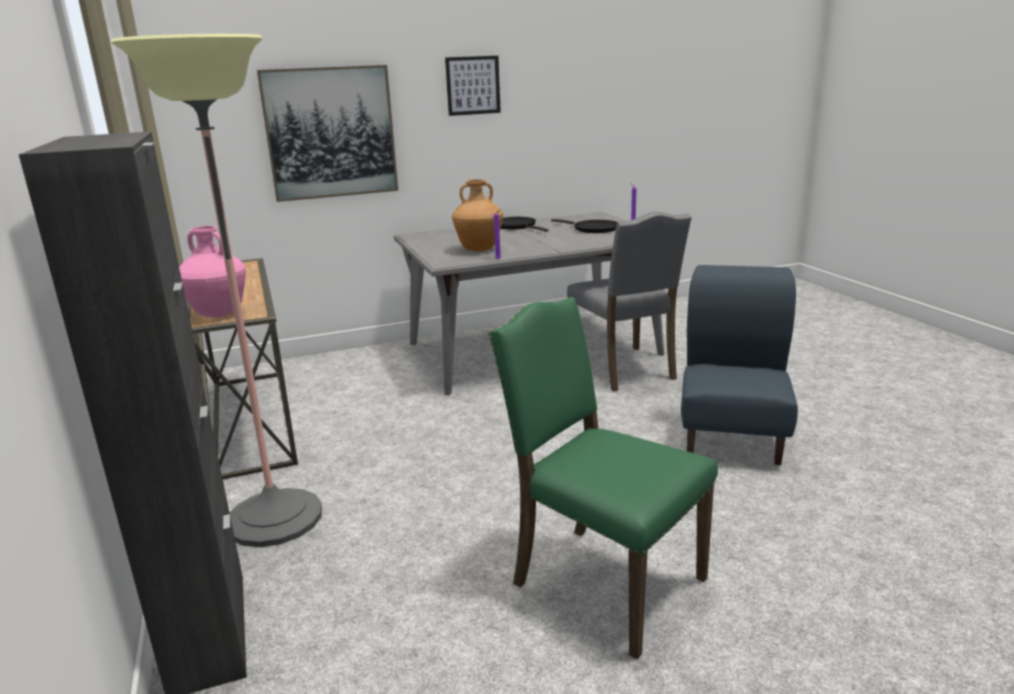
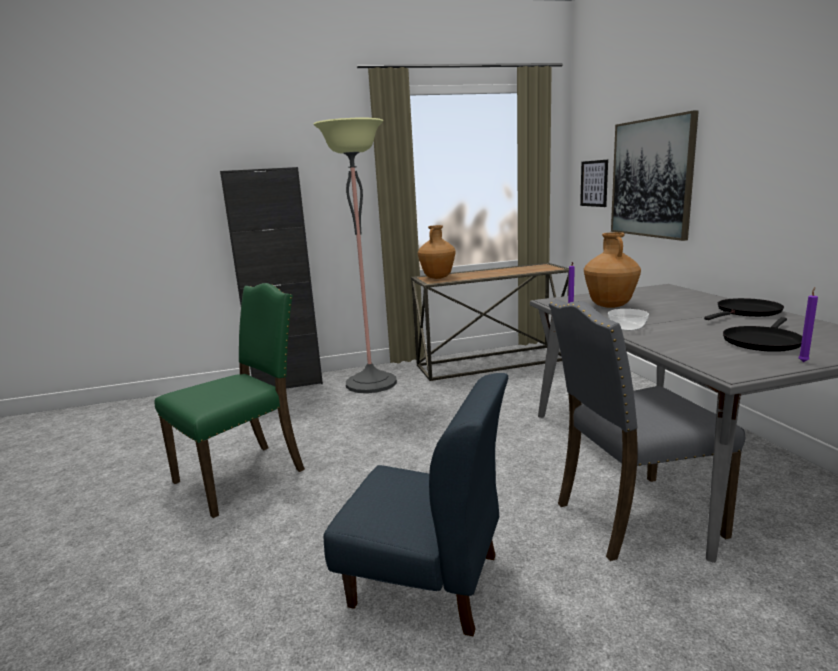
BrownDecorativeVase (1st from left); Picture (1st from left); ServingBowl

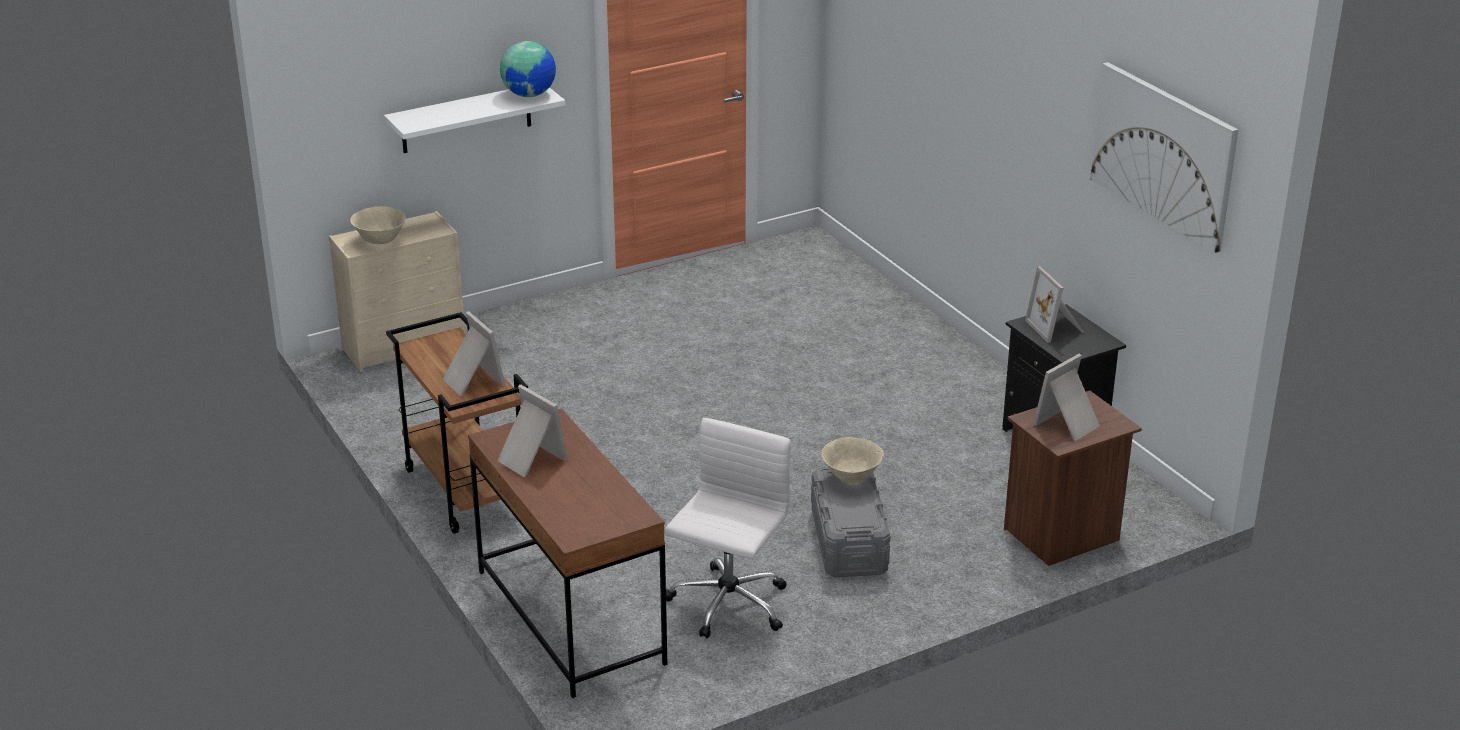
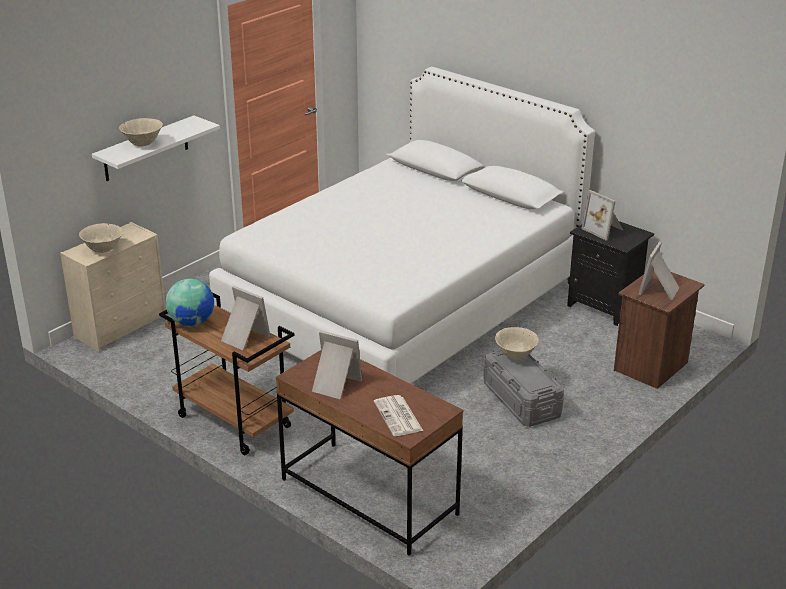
Globe; WhitishOfficeChair; Picture; SandColouredServingBowl (2nd from left); WhitishSleepingBed; Newspaper

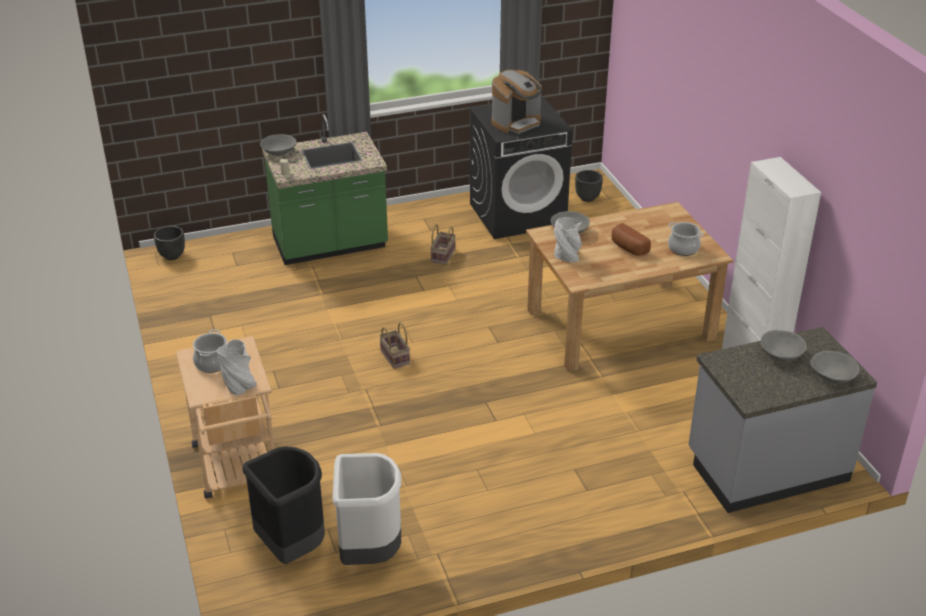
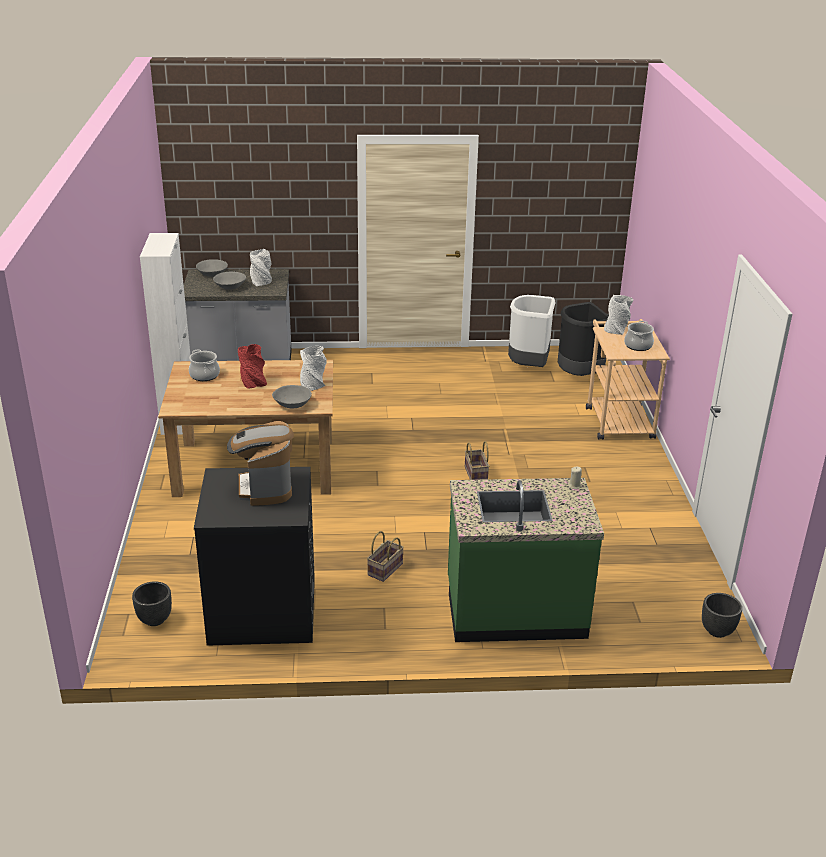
GreyServingBowl (1st from left in the first image); CoffeeMaker; ReddishDecorativeVase; GreyDecorativeVase (1st from left)

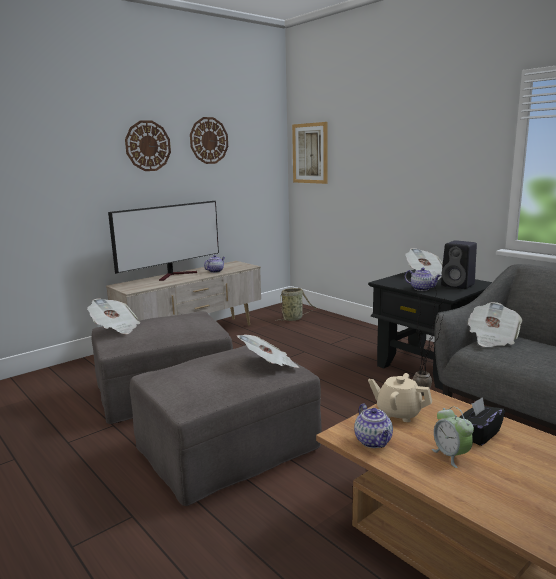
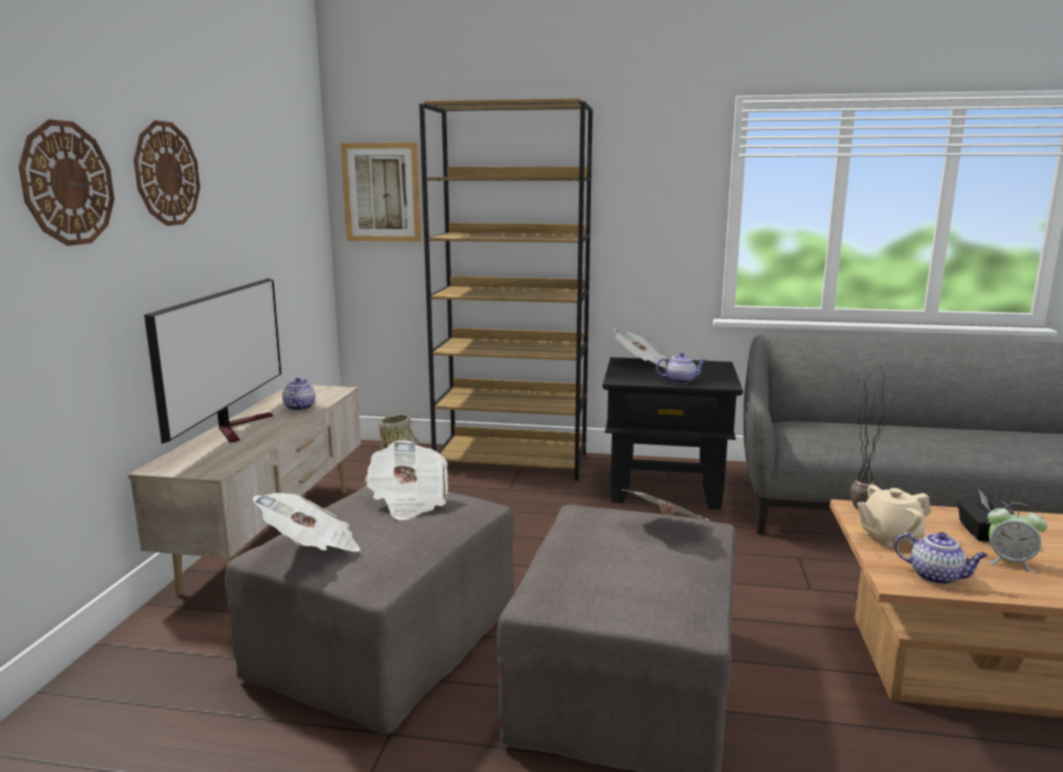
ClockOnTheWall (1st from left); BlackLoudspeaker; Newspaper (2nd from left); BrownBookshelf

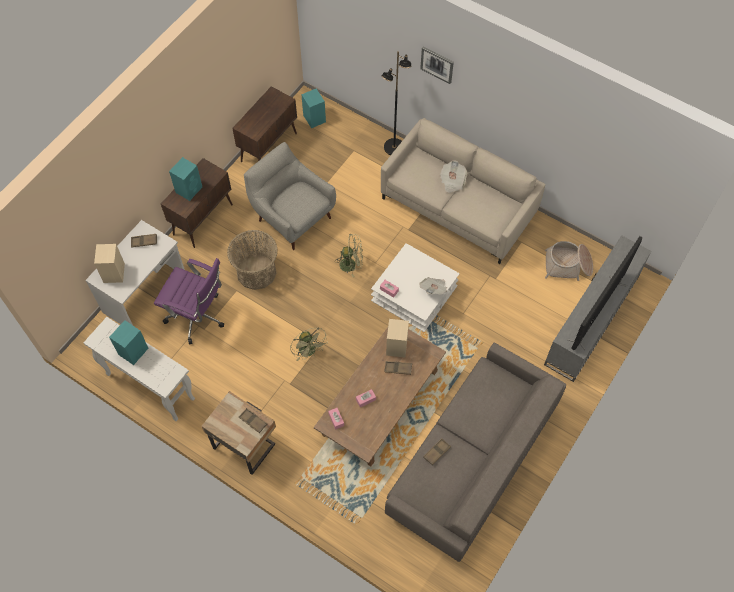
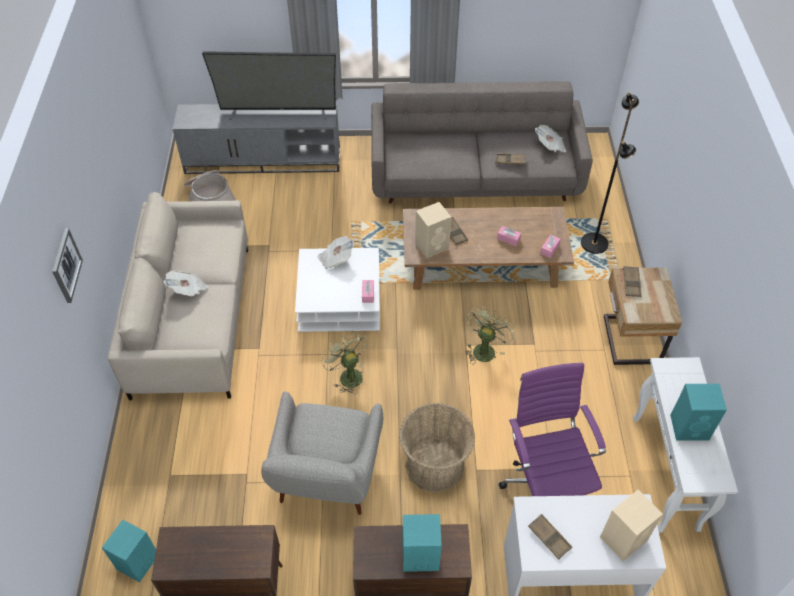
BlackFloorLamp; Newspaper (3rd from left)

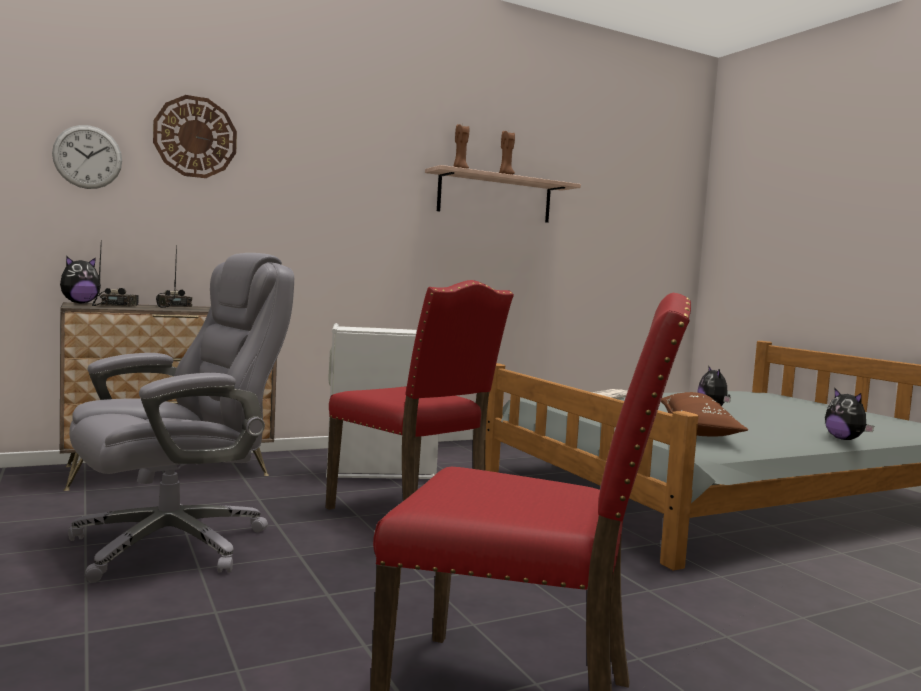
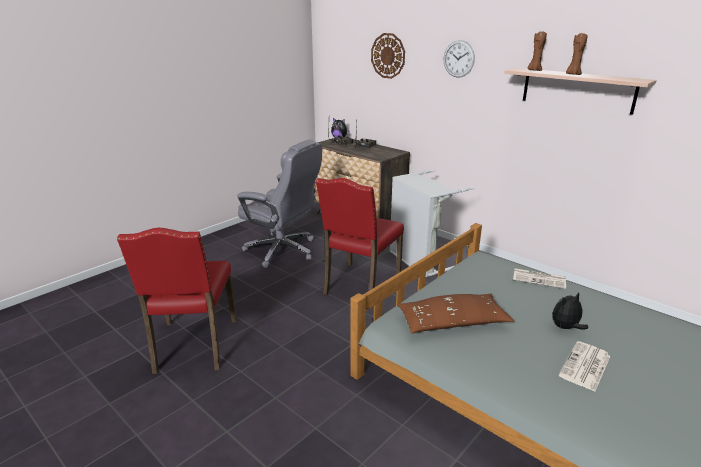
ClockOnTheWall (2nd from left); SoftToy (3rd from left in the first image); Newspaper (2nd from left)

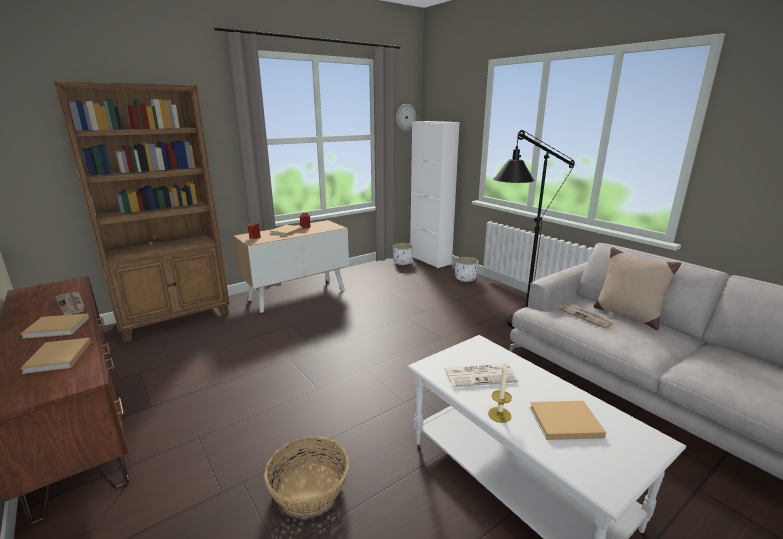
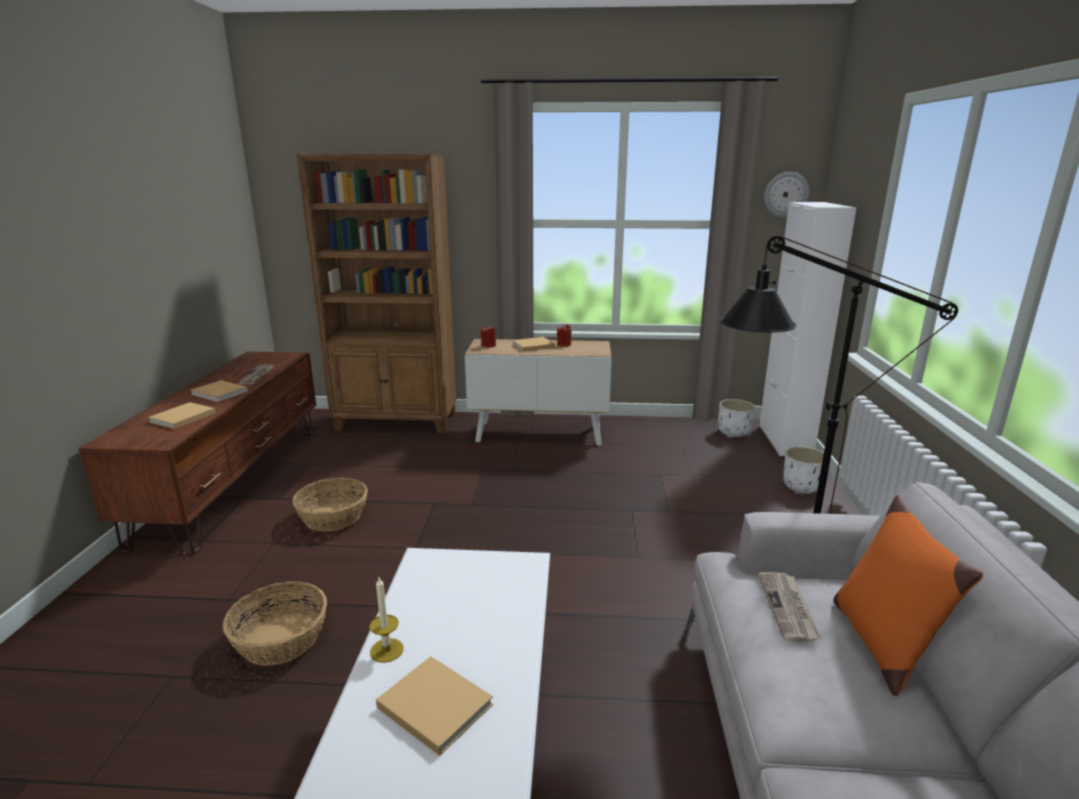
Newspaper (2nd from left in the first image); OrangeColouredPillow; HouseholdBasket (2nd from left)

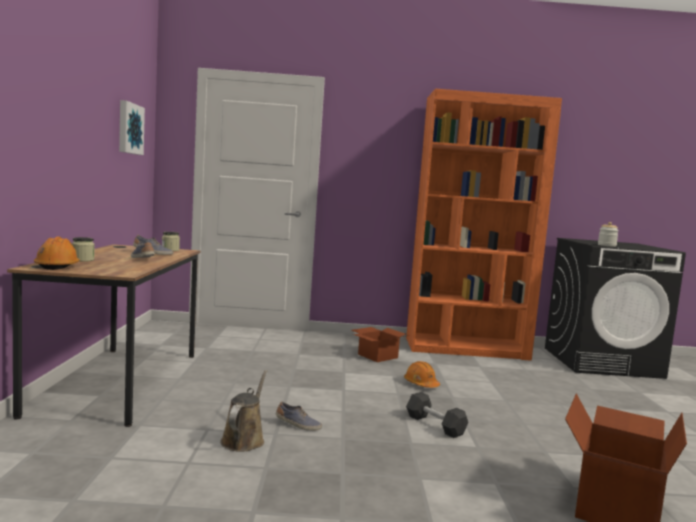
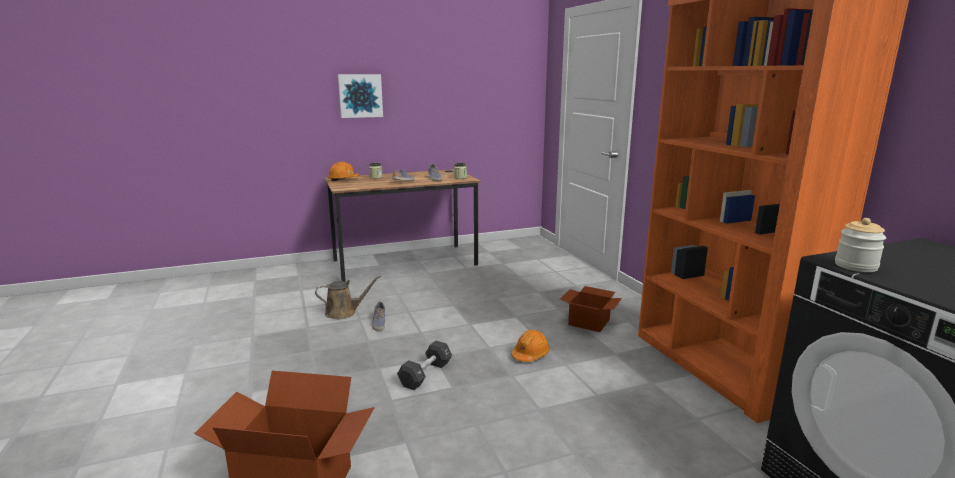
Picture

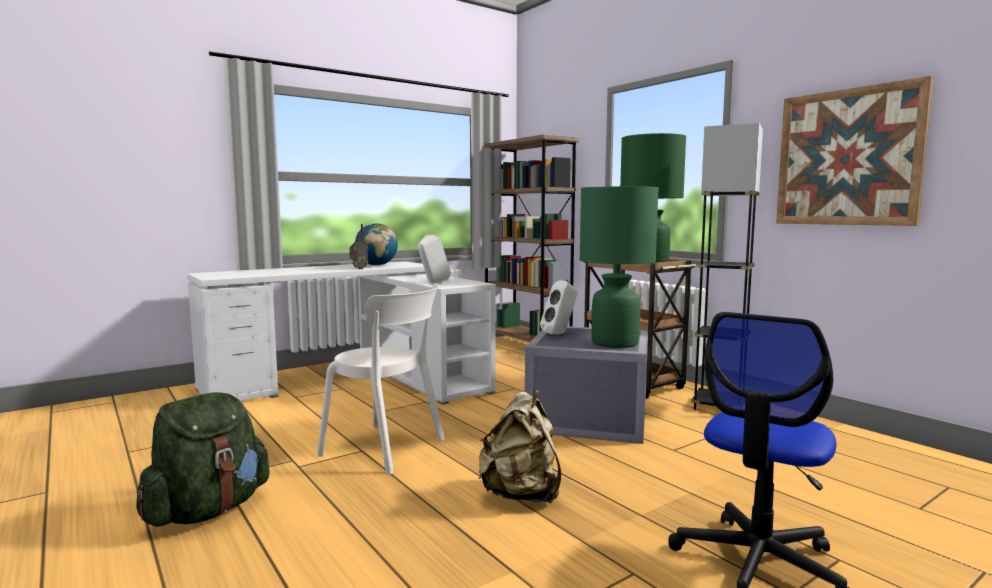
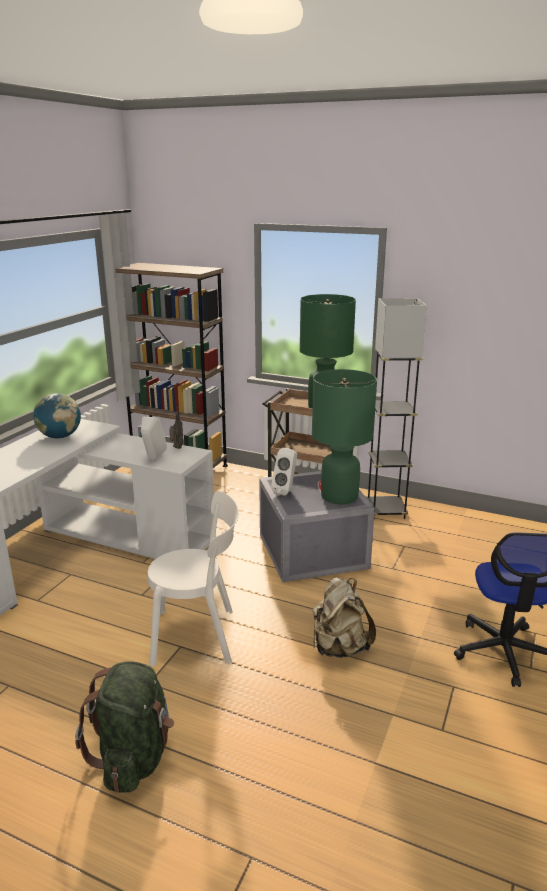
RadioSet; Picture

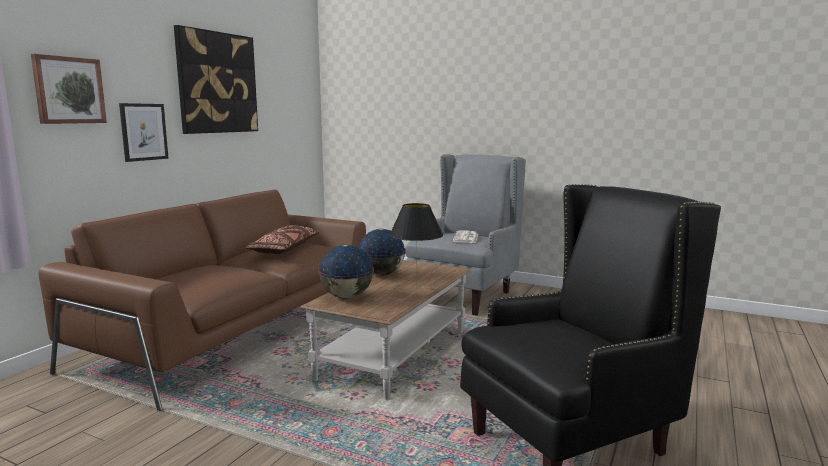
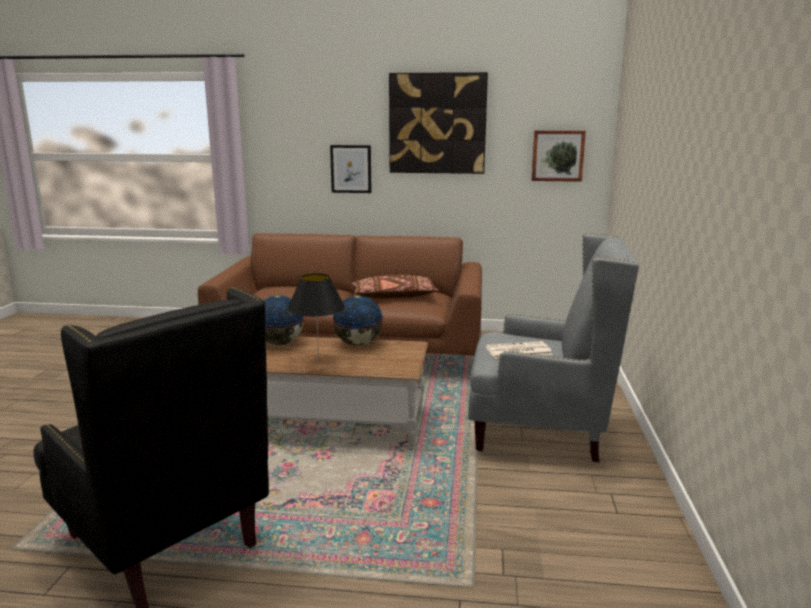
Picture (3rd from left)

